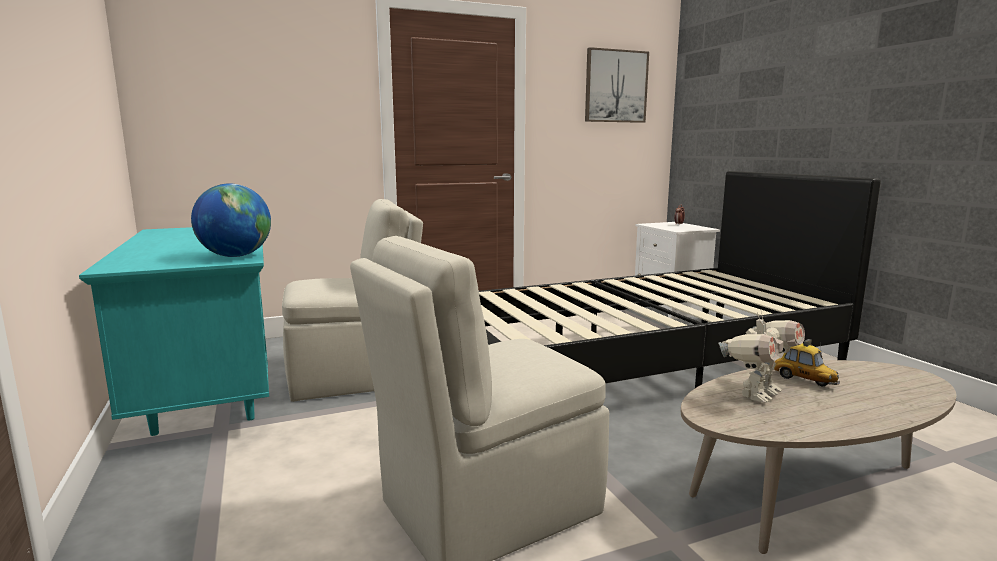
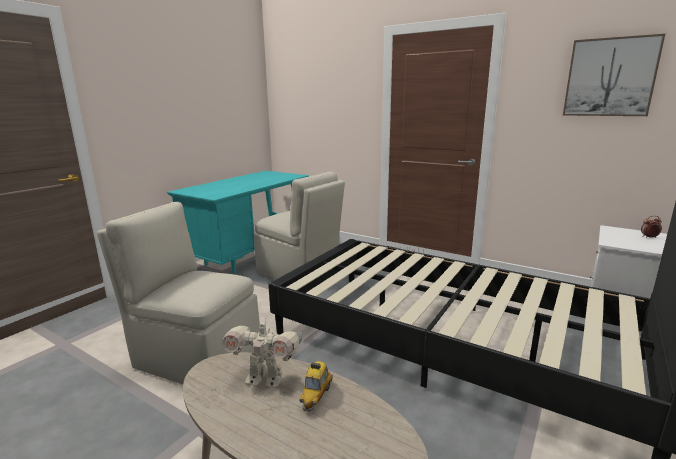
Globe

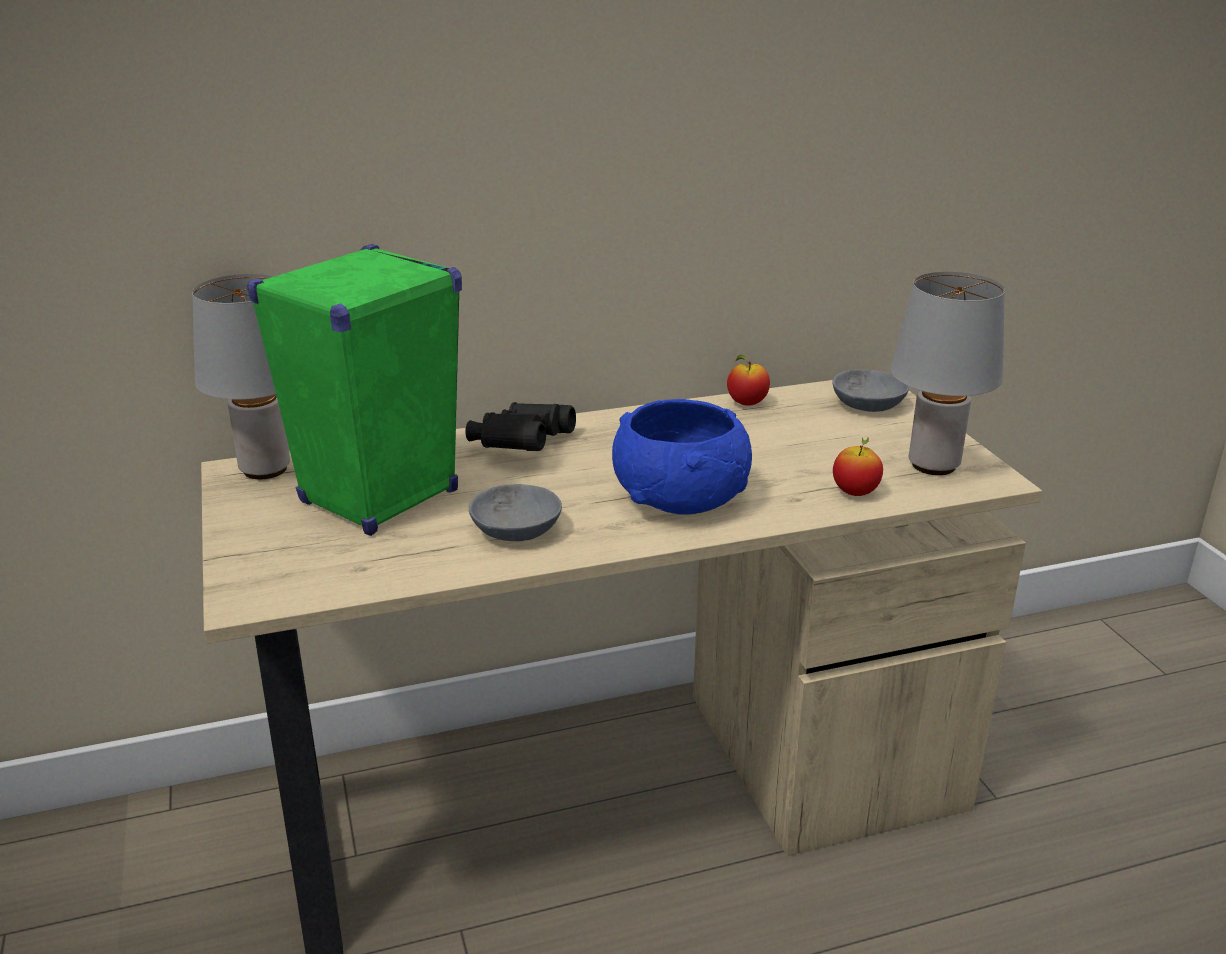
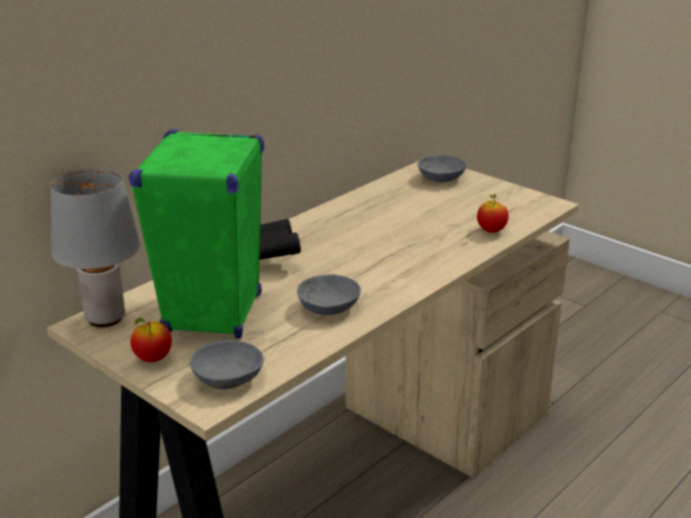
BlueServingBowl; WholeApple (1st from left); GreyLampForATable (2nd from left in the first image); GreyServingBowl (1st from left)

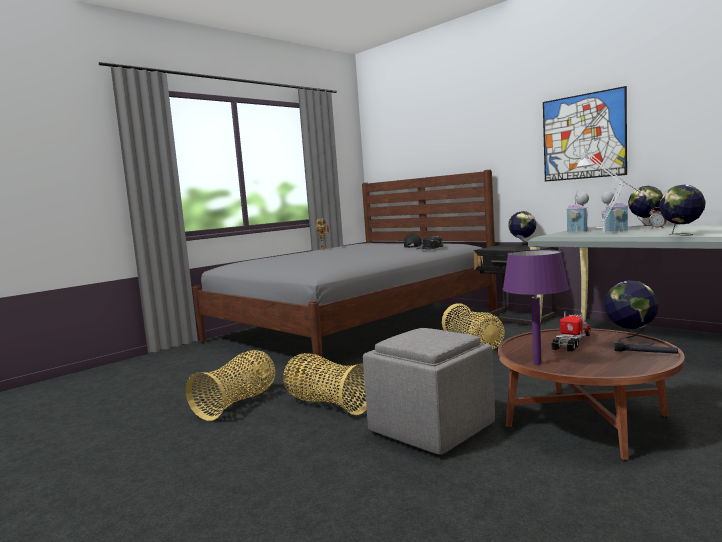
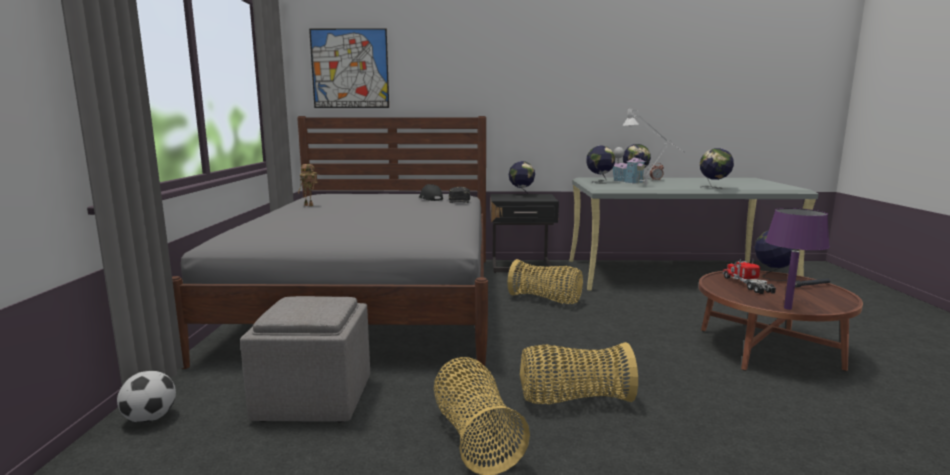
GreyFootrest; Picture; Globe (2nd from left); BallForFootball

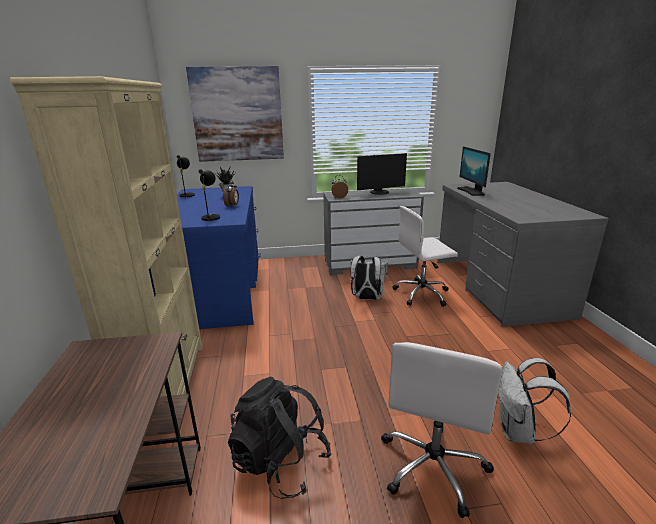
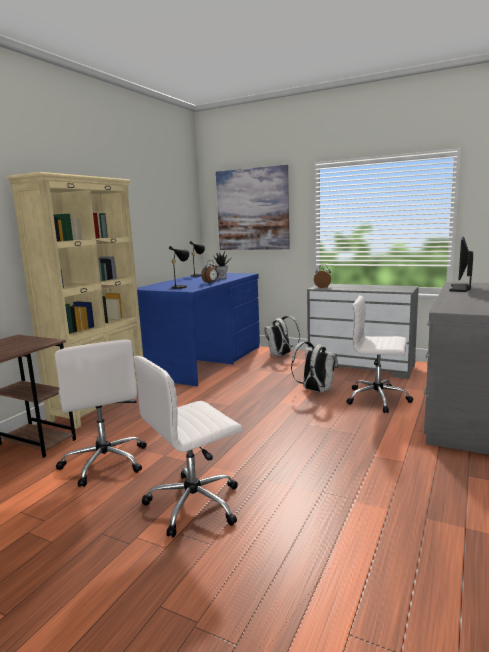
WhitishOfficeChair (1st from left); ComputerDisplay (1st from left in the first image); WhitishKnapsack (1st from left)

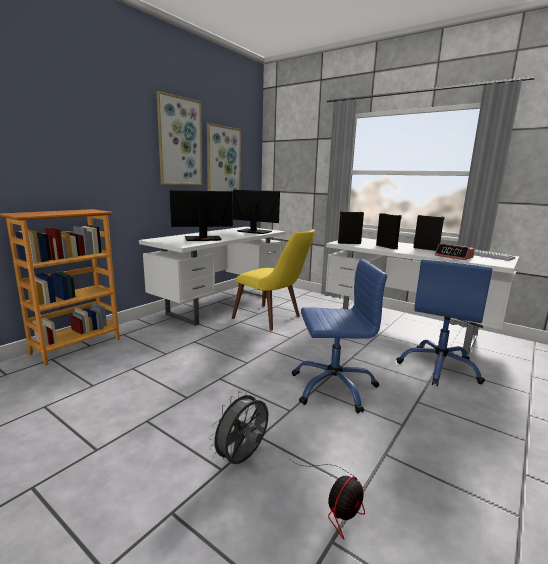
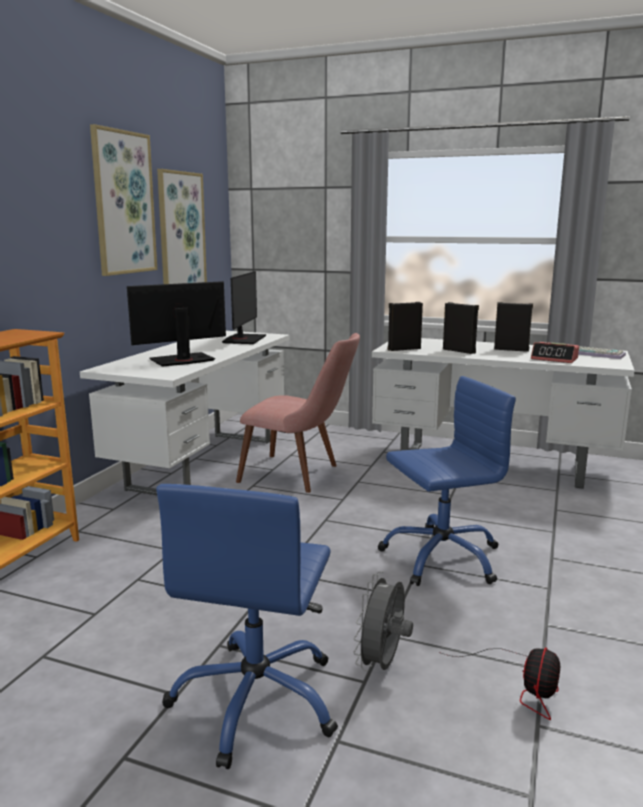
PinkChair; ComputerDisplay (2nd from left); BlueOfficeChair (1st from left)

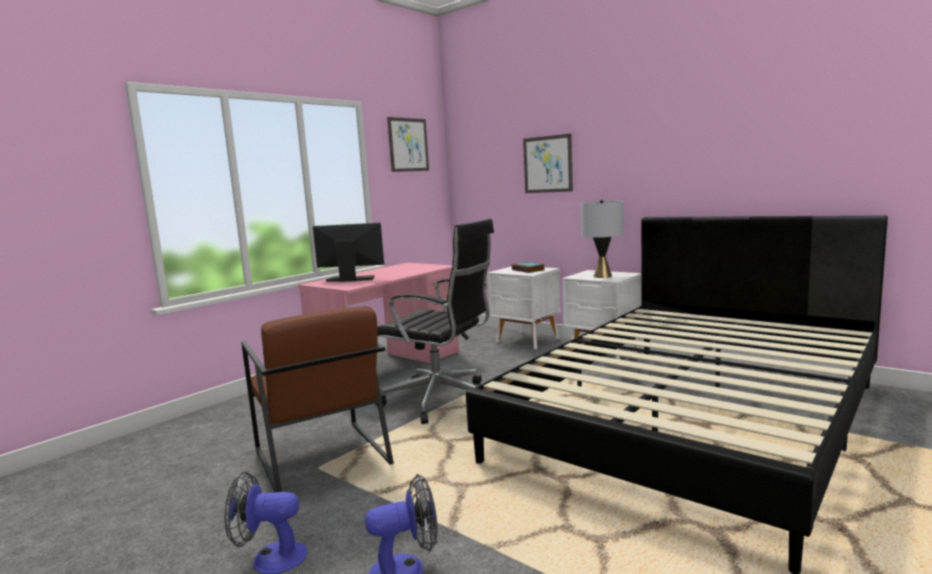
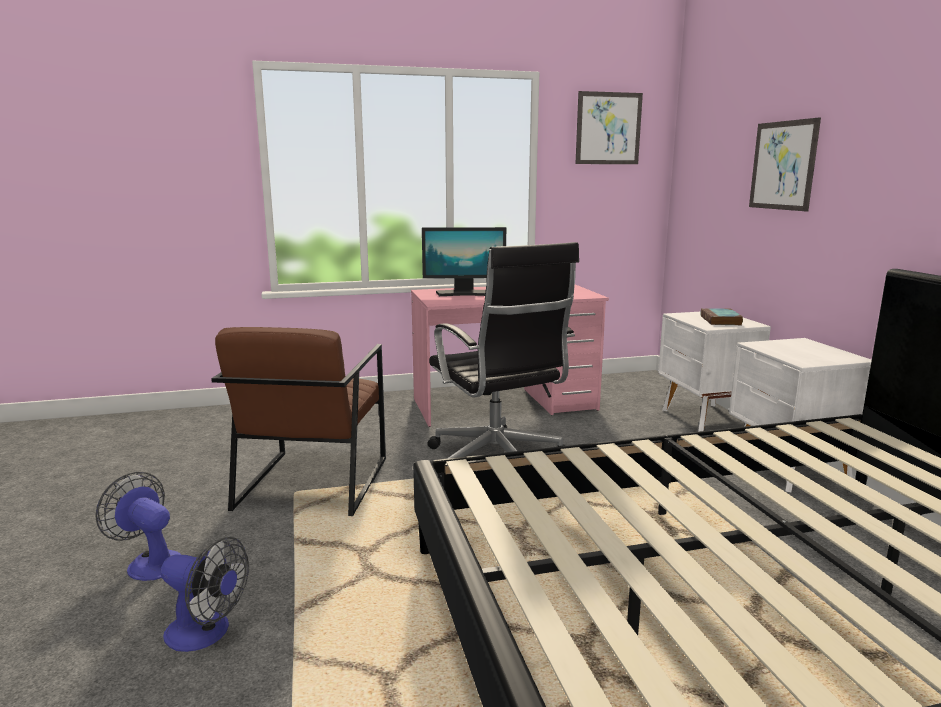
ComputerDisplay; GreyLampForATable

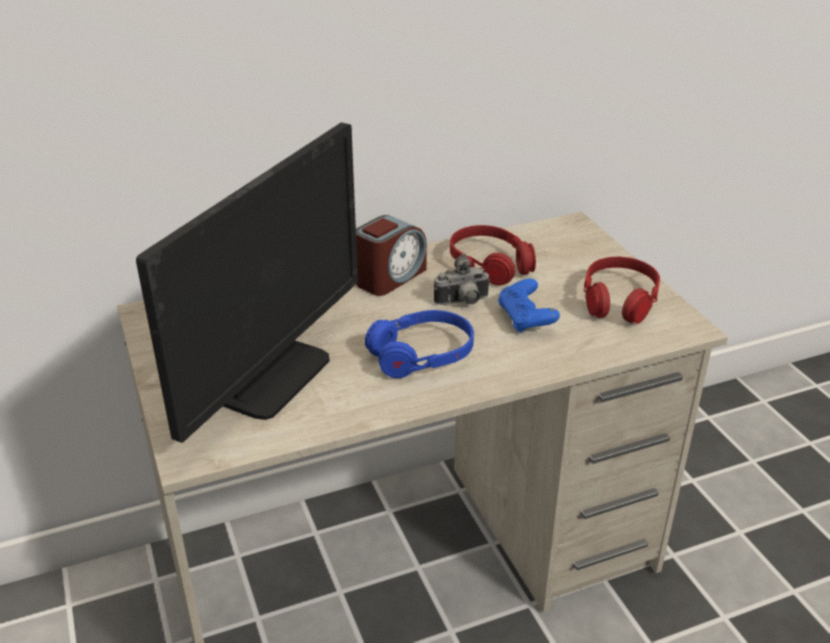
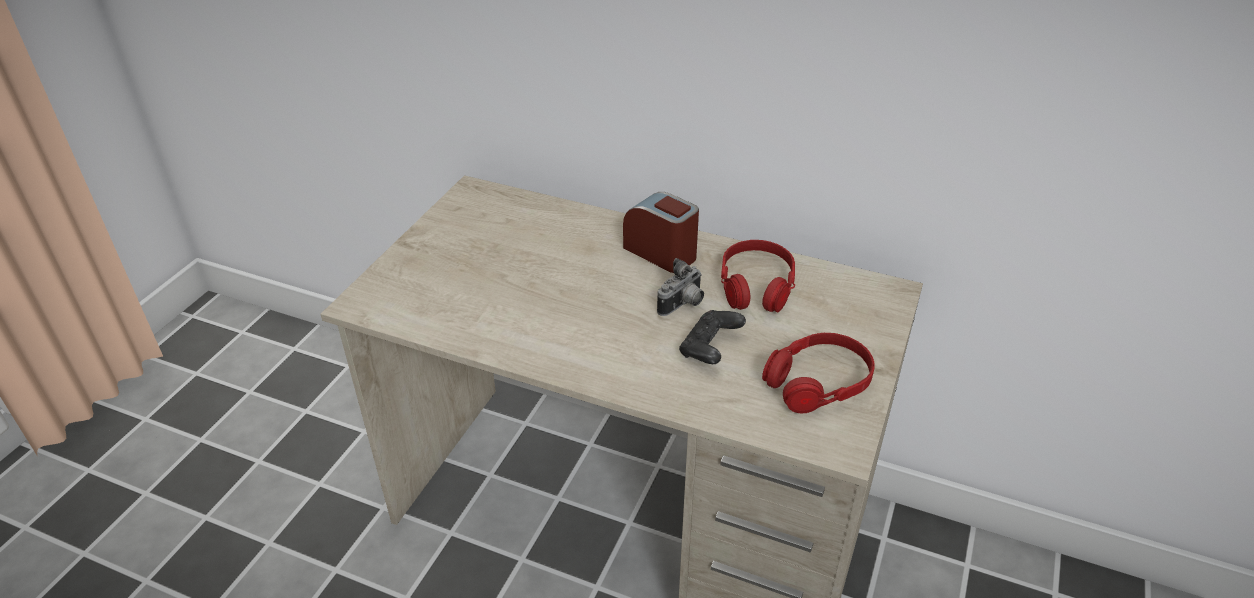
ComputerDisplay; AlarmClock; BluePairOfHeadphones; PhotoCamera; BlackGamepad

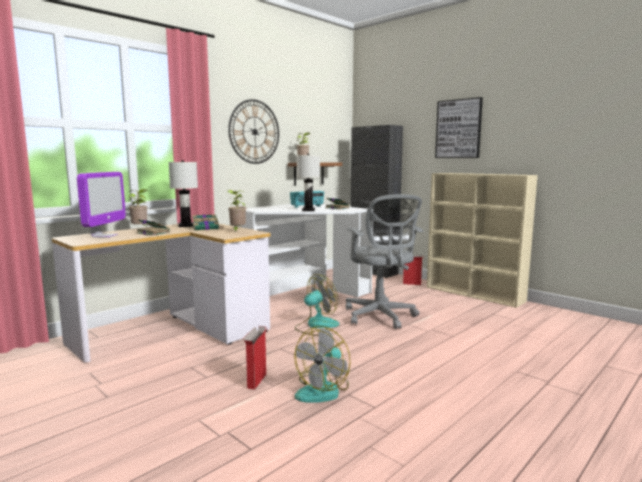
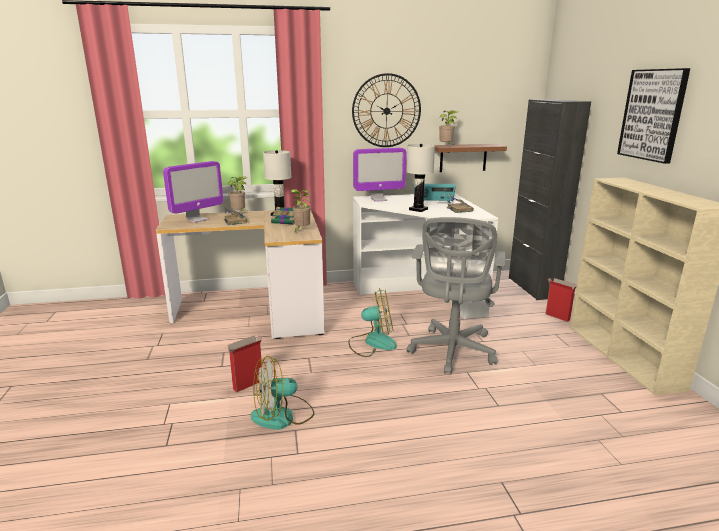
ComputerDisplay (2nd from left)

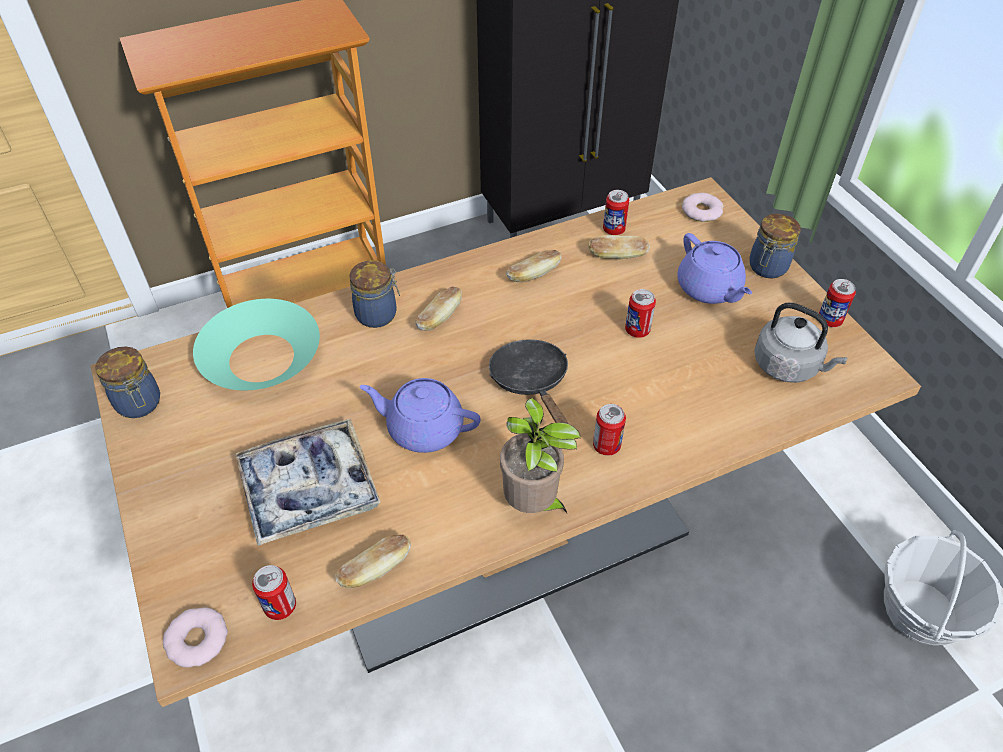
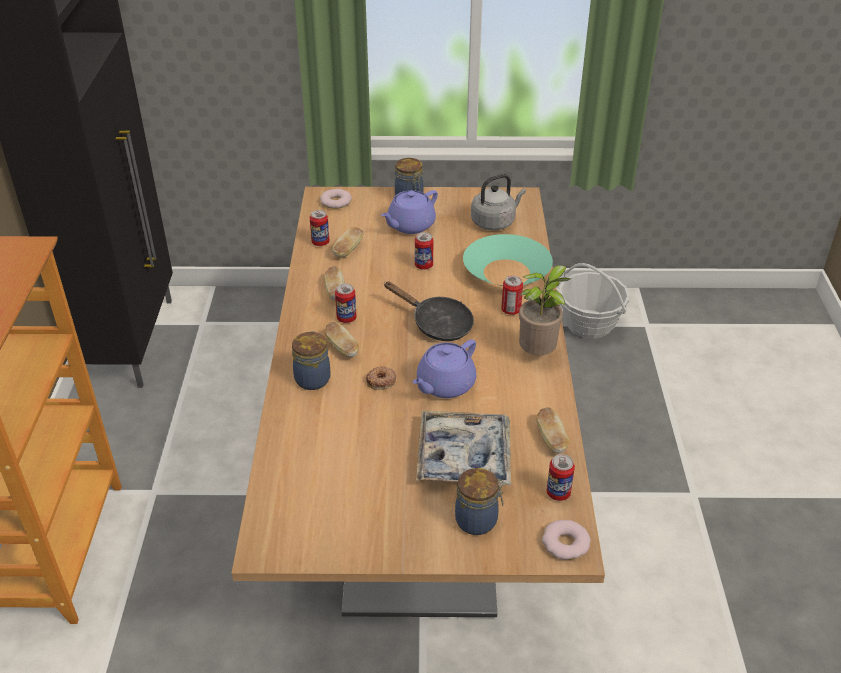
PreserveJar (3rd from left); TurquoiseColouredServingBowl; BlackSkillet; PurplishTeapot (1st from left); SealedCan (2nd from left); RingDoughnut (2nd from left)

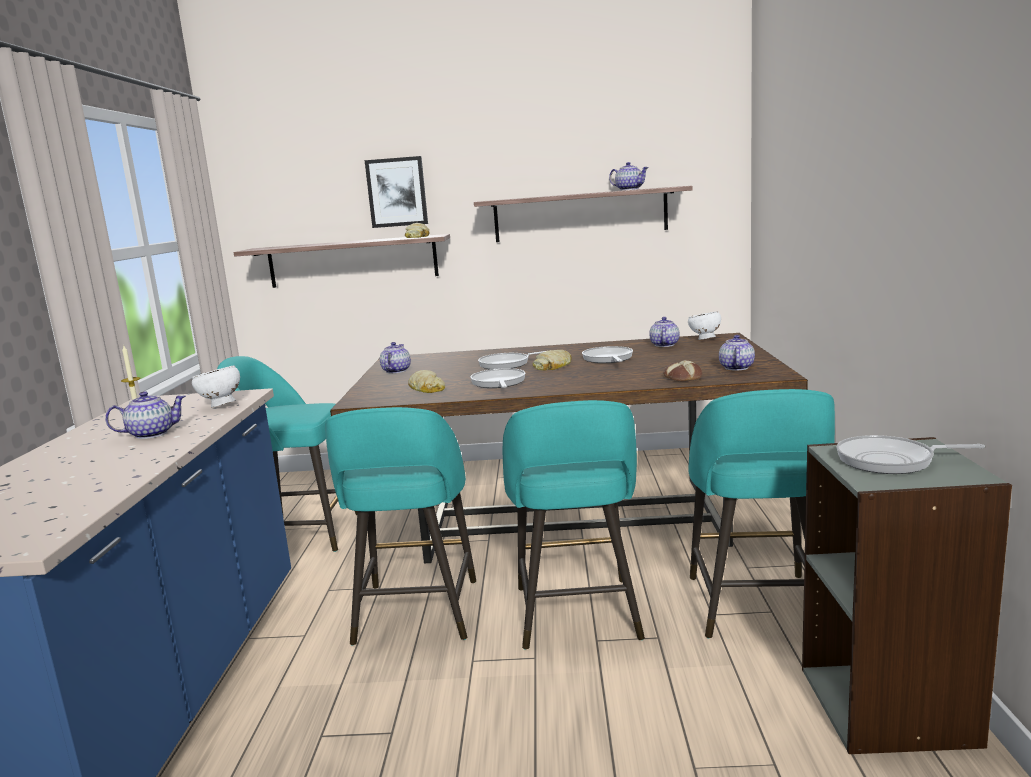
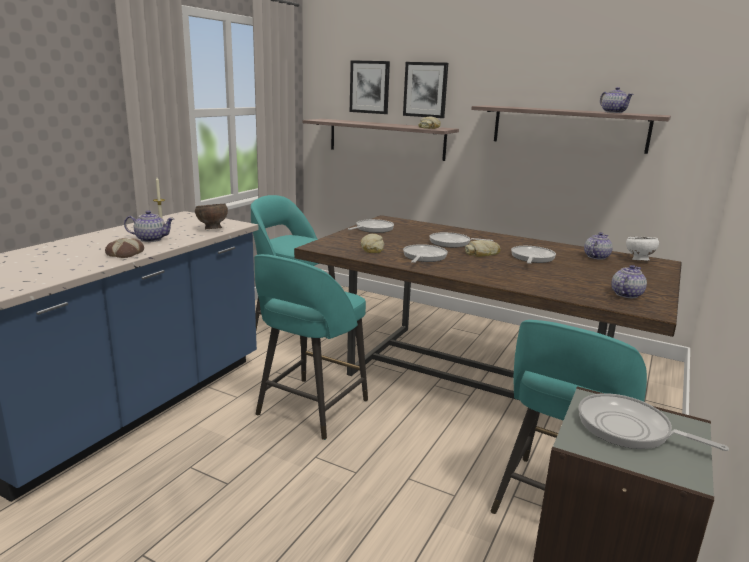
BrownServingBowl; Skillet (1st from left); TurquoiseColouredSittingStool (3rd from left in the first image); BakeryBread (1st from left); Picture (1st from left)

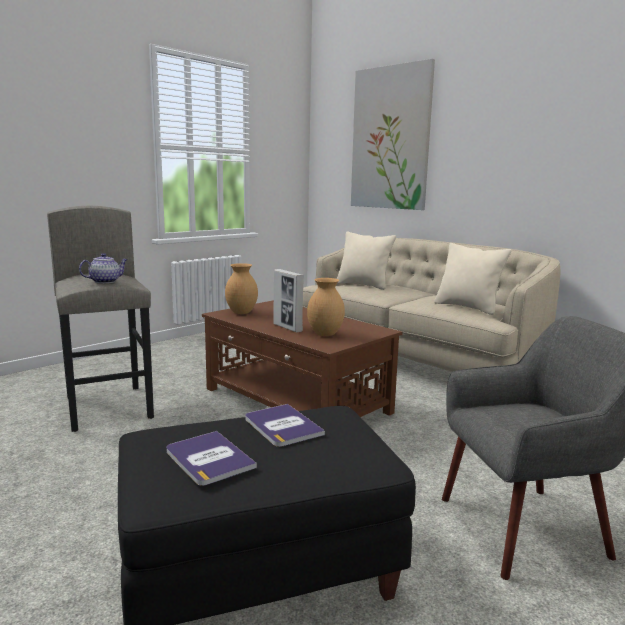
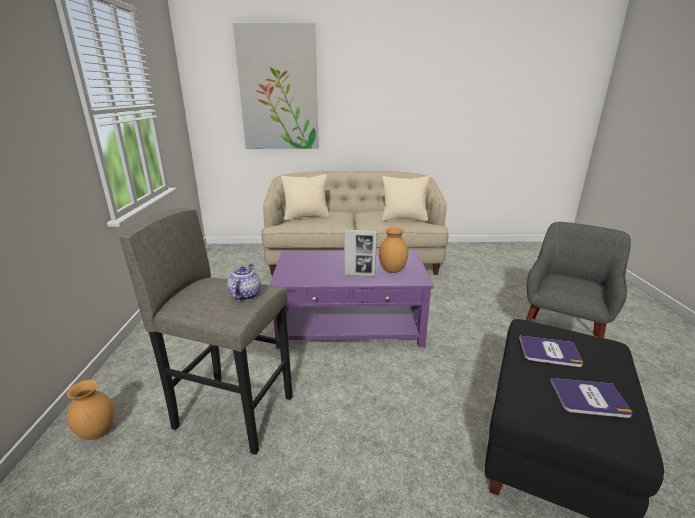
PurplishCoffeeTable; BrownDecorativeVase (1st from left)

